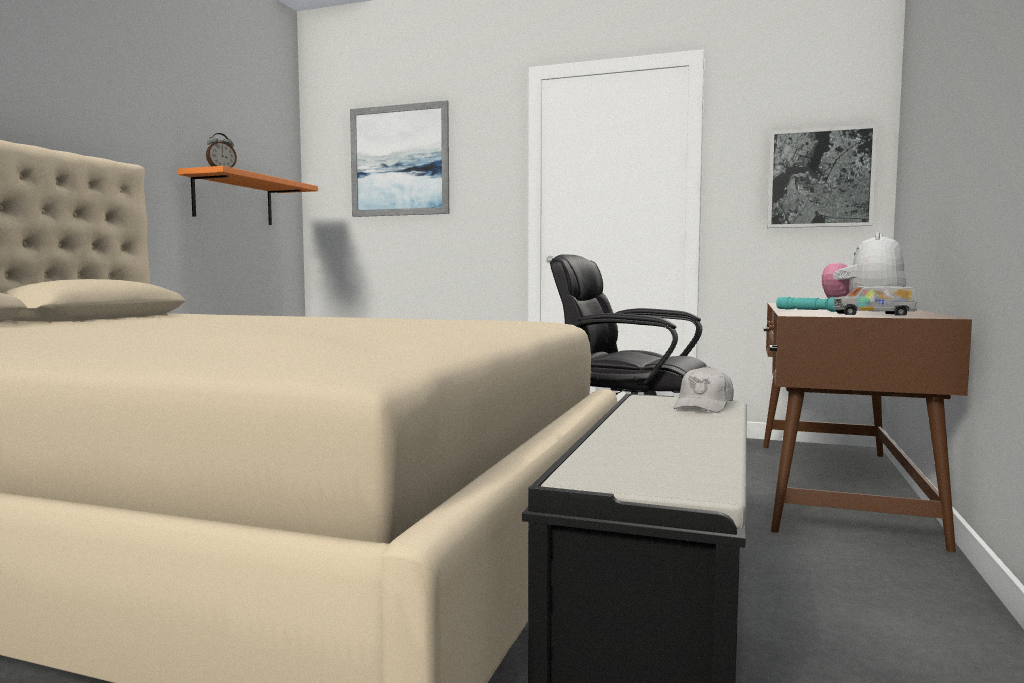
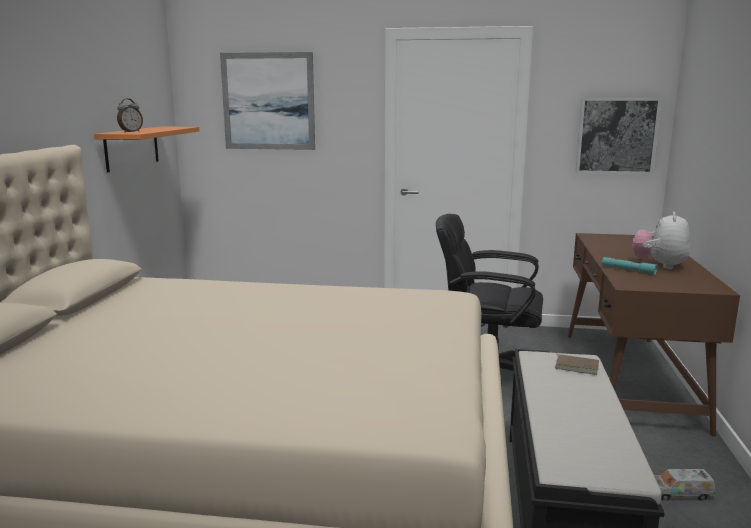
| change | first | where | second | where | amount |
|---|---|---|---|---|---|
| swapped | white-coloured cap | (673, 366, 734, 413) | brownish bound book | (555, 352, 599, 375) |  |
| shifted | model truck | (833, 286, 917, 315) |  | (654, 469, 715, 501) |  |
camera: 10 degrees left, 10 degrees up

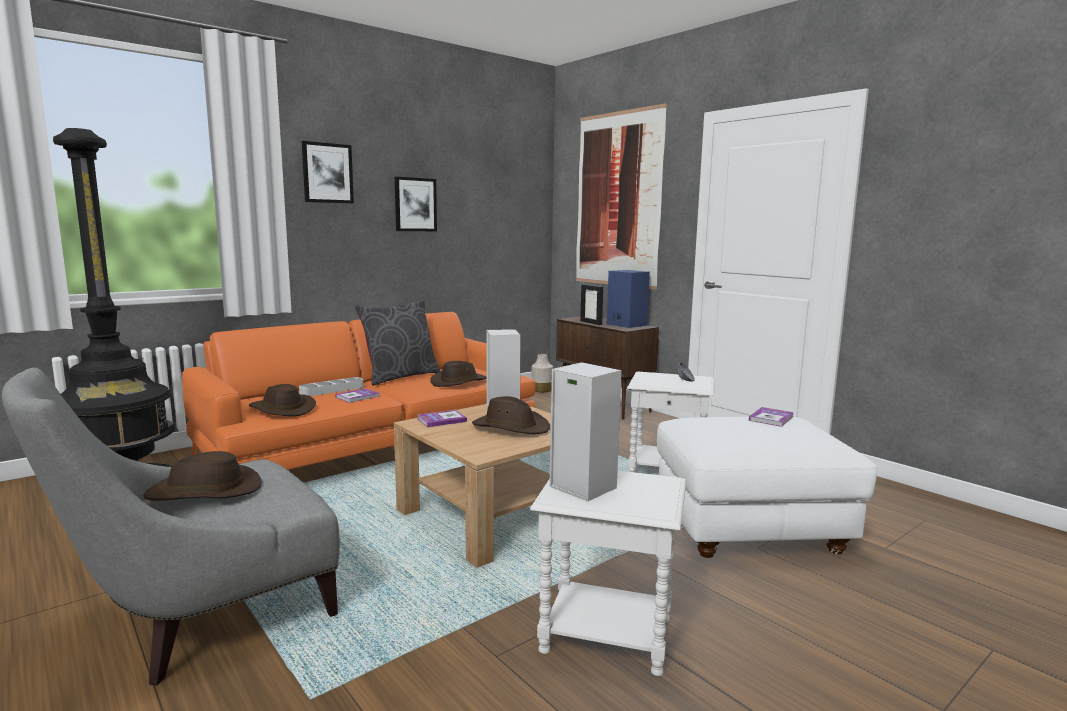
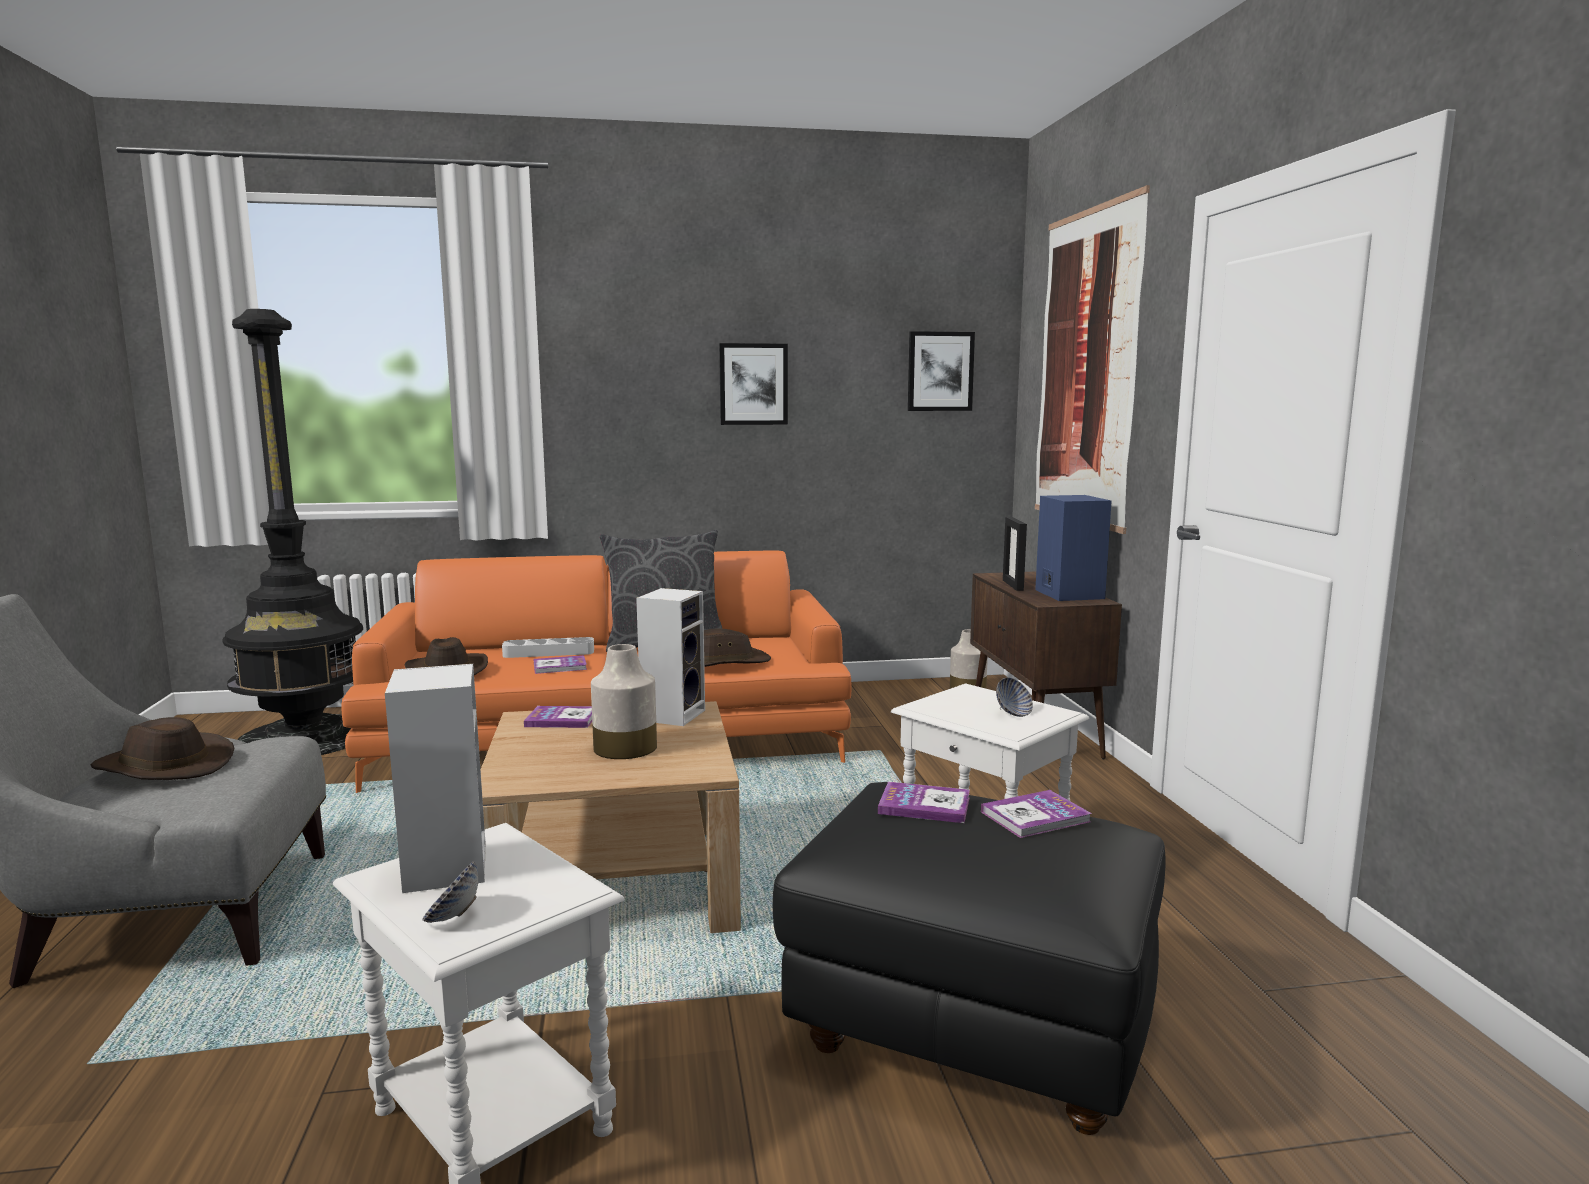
| change | first | where | second | where | amount |
|---|---|---|---|---|---|
| new |  |  | deep dish | (422, 861, 478, 923) |  |
| swapped | brownish hat | (472, 396, 550, 434) | beige-coloured flower vase | (591, 644, 657, 759) |  |
| repainted | white-coloured pouffe | (657, 417, 877, 558) | blackish pouffe | (773, 782, 1166, 1135) |  |
| new |  |  | bound book | (878, 782, 970, 823) |  |
| shifted | wall art | (302, 141, 354, 204) |  | (908, 331, 975, 411) |  |
camera: 30 degrees right, 0 degrees up

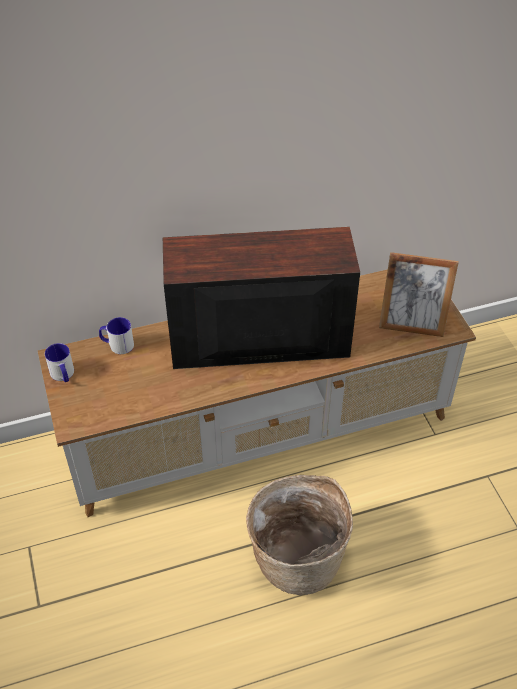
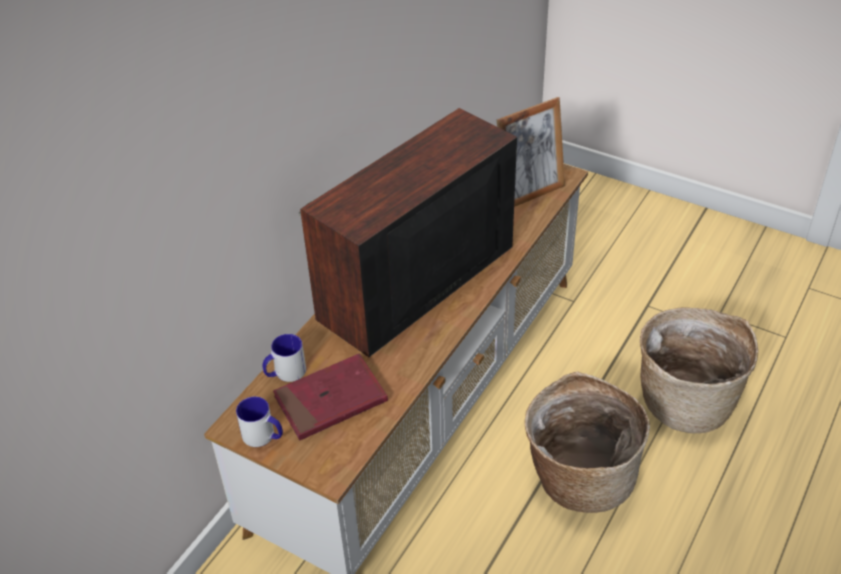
| change | first | where | second | where | amount |
|---|---|---|---|---|---|
| new |  |  | reddish bound book | (273, 354, 388, 440) |  |
| new |  |  | basket | (640, 308, 758, 433) |  |
camera: 40 degrees left, 5 degrees down

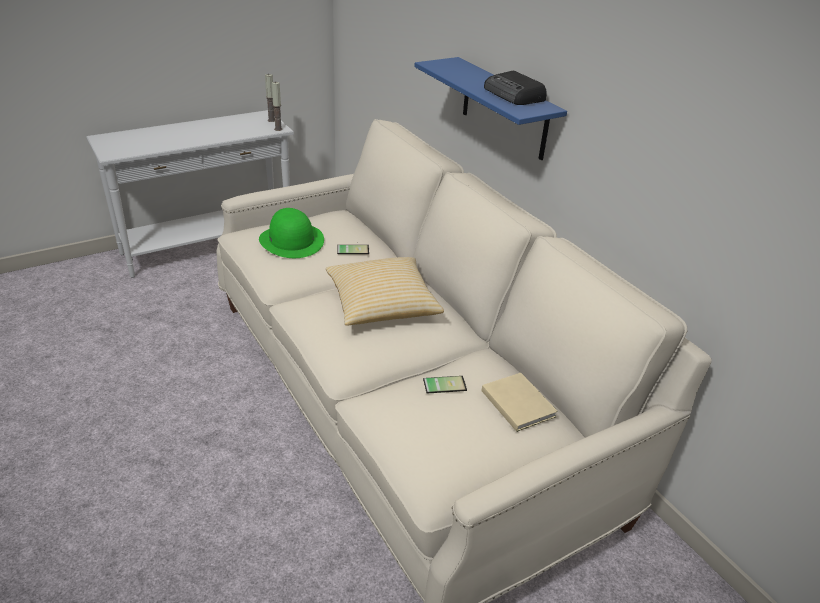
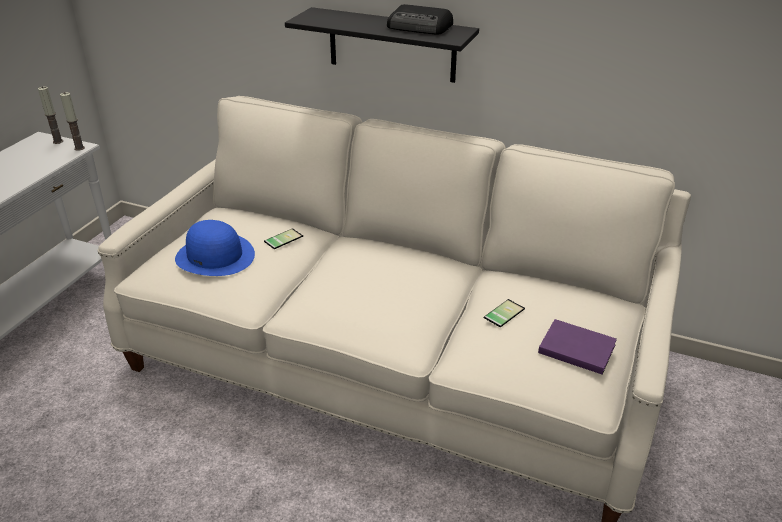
| change | first | where | second | where | amount |
|---|---|---|---|---|---|
| repainted | green-coloured hat | (259, 208, 324, 258) | bluish hat | (175, 220, 255, 276) |  |
| repainted | bluish bracket shelf | (414, 57, 567, 160) | blackish bracket shelf | (285, 7, 479, 83) |  |
| new |  |  | purplish bound book | (538, 319, 617, 375) |  |
| gone | throw pillow | (326, 257, 444, 326) |  |  |  |
| gone | beige-coloured bound book | (482, 373, 558, 432) |  |  |  |
camera: 35 degrees left, 0 degrees up

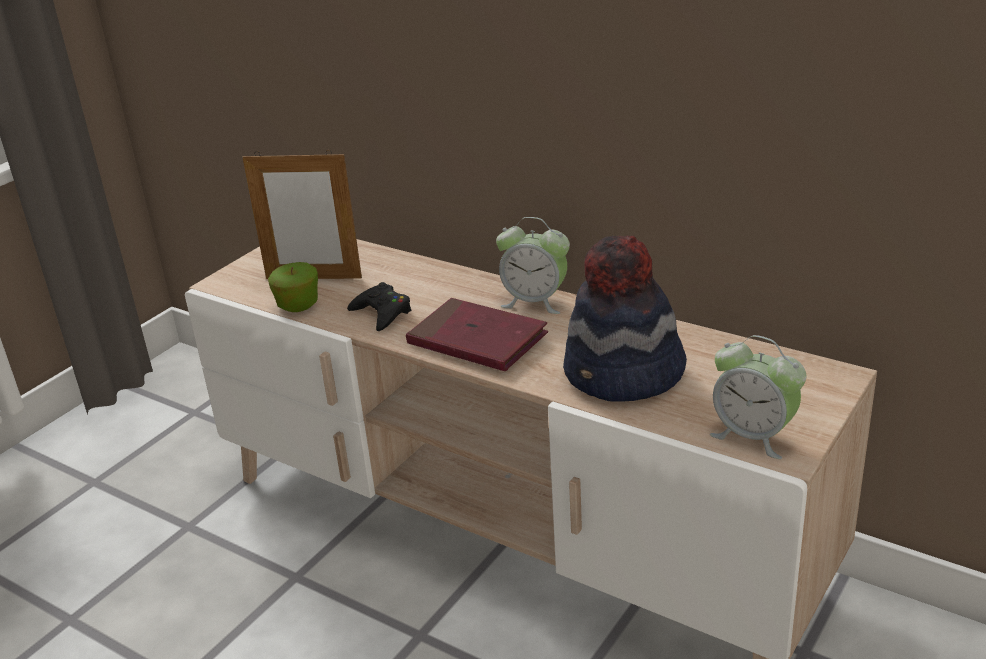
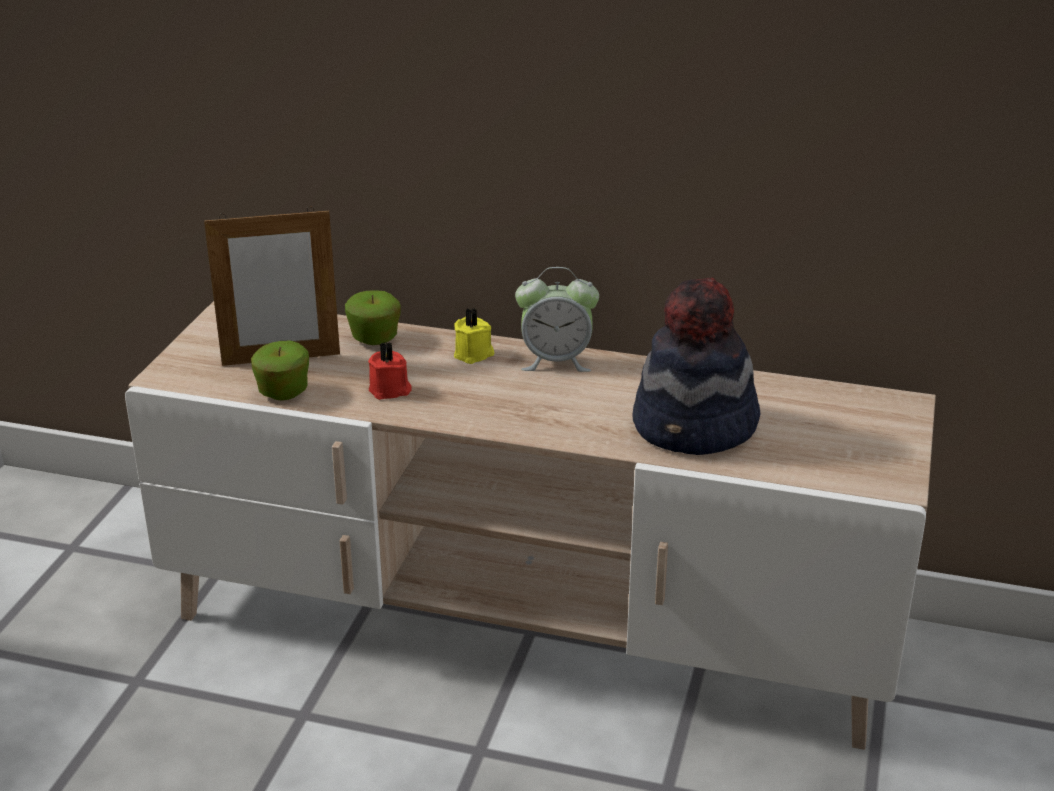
| change | first | where | second | where | amount |
|---|---|---|---|---|---|
| new |  |  | apple | (345, 290, 401, 345) |  |
| swapped | blackish gamepad | (347, 282, 411, 331) | reddish wax light | (368, 342, 412, 400) |  |
| new |  |  | yellow wax light | (454, 308, 494, 364) |  |
| gone | reddish bound book | (406, 298, 548, 371) |  |  |  |
| gone | alarm clock | (710, 335, 806, 459) |  |  |  |
camera: 20 degrees left, 0 degrees up

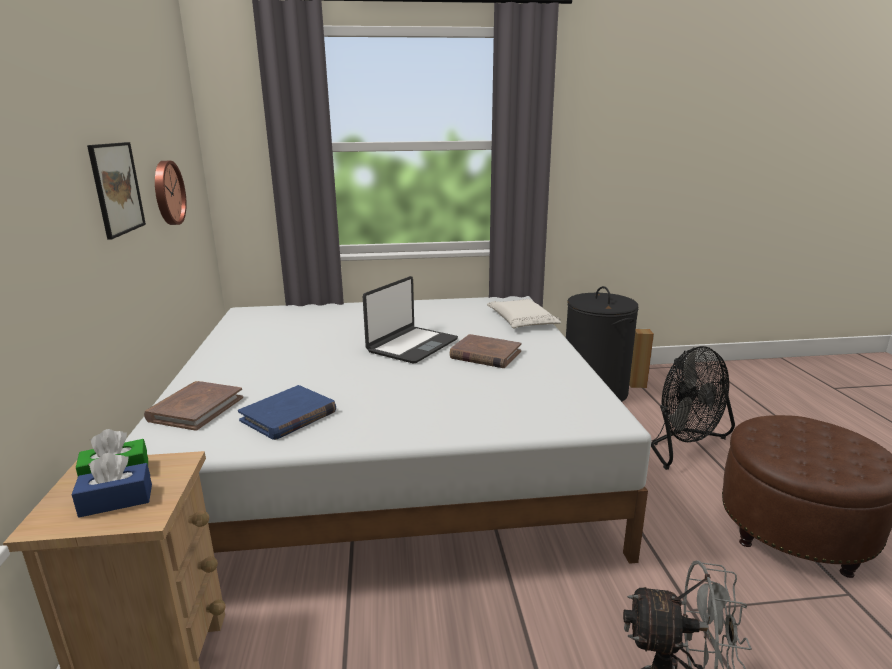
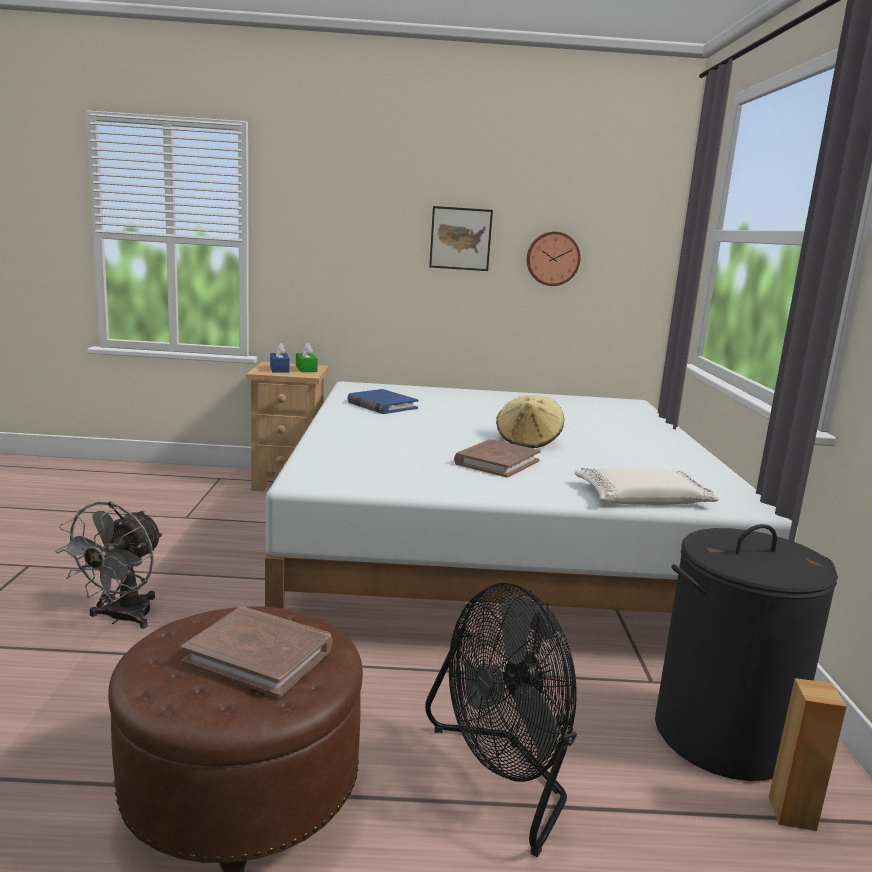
| change | first | where | second | where | amount |
|---|---|---|---|---|---|
| shifted | brownish bound book | (144, 381, 243, 431) |  | (181, 606, 332, 698) |  |
| swapped | notebook computer | (363, 276, 458, 363) | beige-coloured hat | (496, 395, 564, 448) |  |
camera: 95 degrees right, 5 degrees down

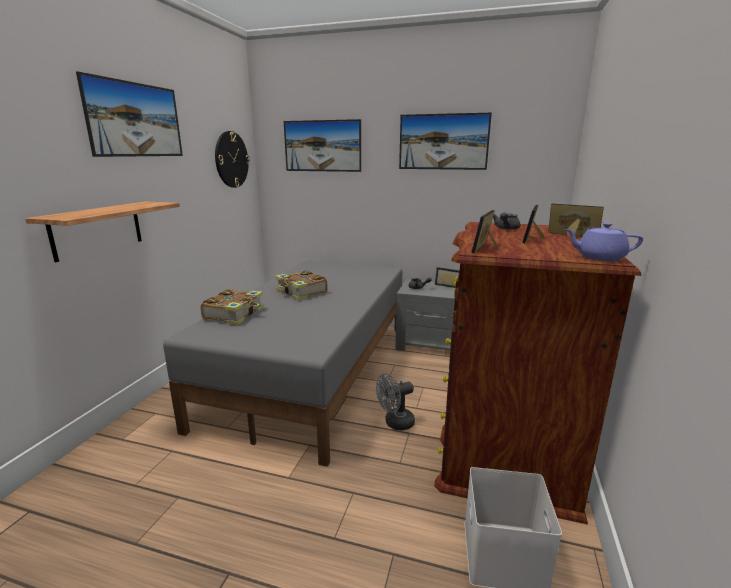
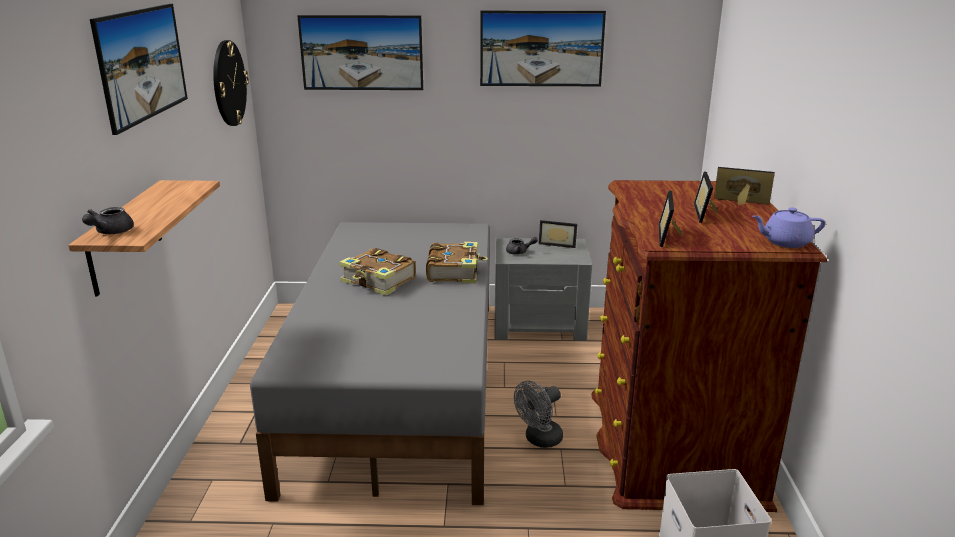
| change | first | where | second | where | amount |
|---|---|---|---|---|---|
| shifted | gray teapot | (493, 212, 521, 230) |  | (82, 207, 134, 234) |  |
| shifted | bound book | (201, 289, 264, 325) |  | (426, 242, 488, 284) |  |
camera: 15 degrees left, 5 degrees up

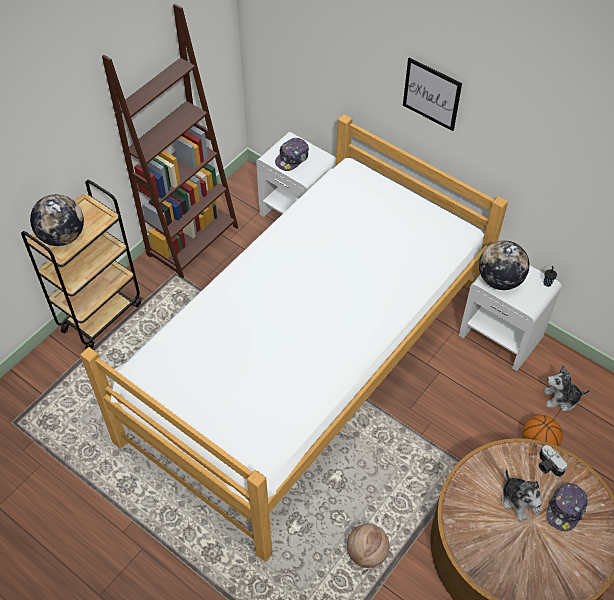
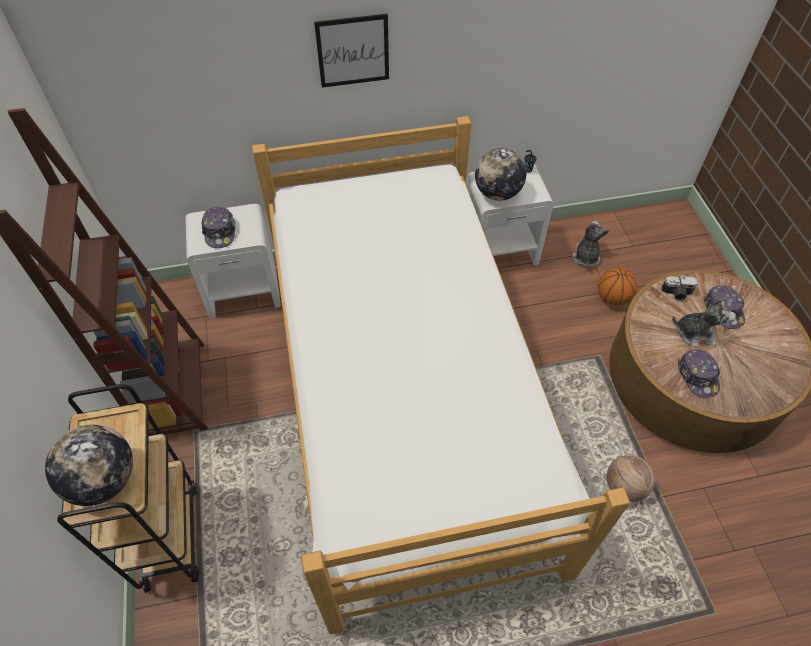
| change | first | where | second | where | amount |
|---|---|---|---|---|---|
| rotated | cuddly toy | (544, 365, 590, 411) |  | (572, 221, 610, 267) | 150 degrees clockwise |
| new |  |  | cap | (678, 349, 720, 398) |  |
camera: 50 degrees left, 0 degrees up

